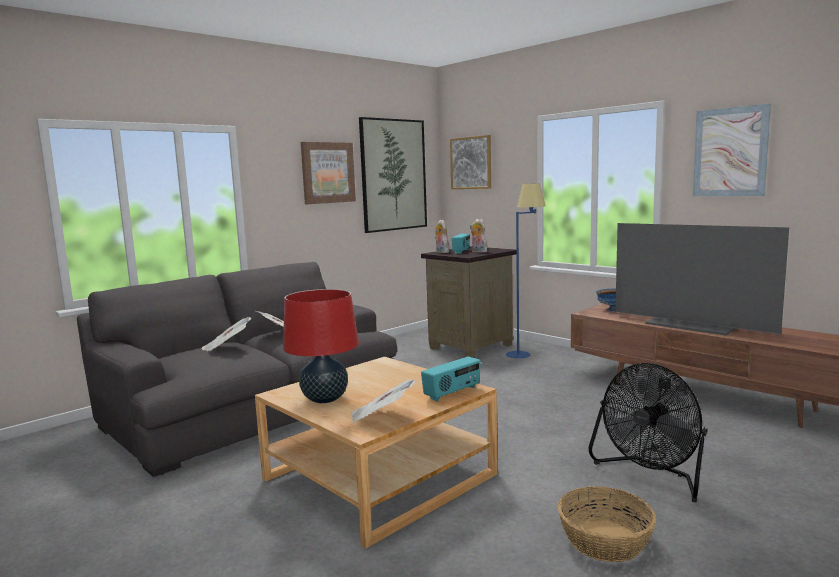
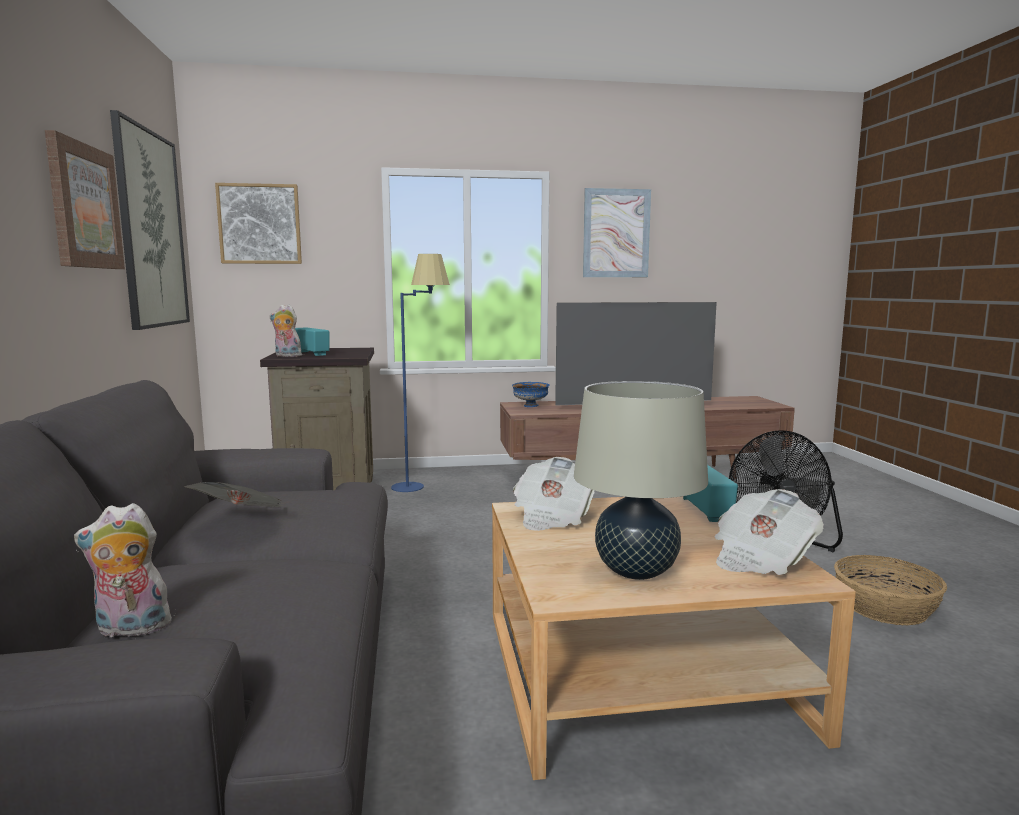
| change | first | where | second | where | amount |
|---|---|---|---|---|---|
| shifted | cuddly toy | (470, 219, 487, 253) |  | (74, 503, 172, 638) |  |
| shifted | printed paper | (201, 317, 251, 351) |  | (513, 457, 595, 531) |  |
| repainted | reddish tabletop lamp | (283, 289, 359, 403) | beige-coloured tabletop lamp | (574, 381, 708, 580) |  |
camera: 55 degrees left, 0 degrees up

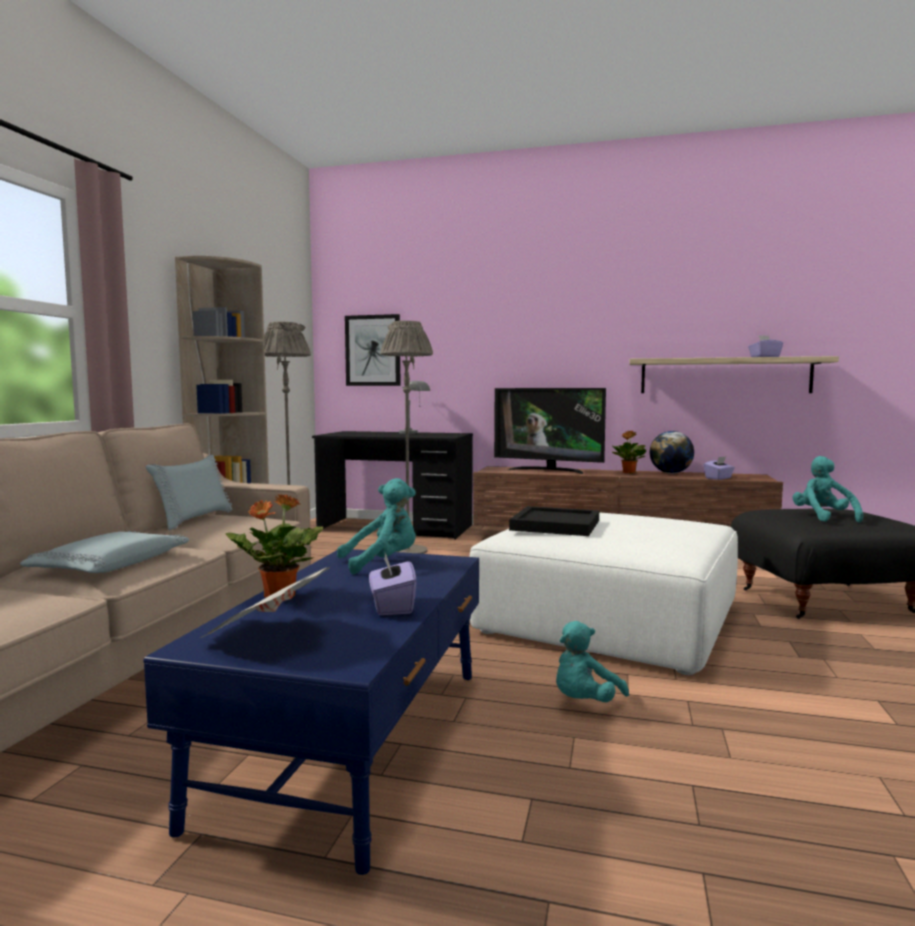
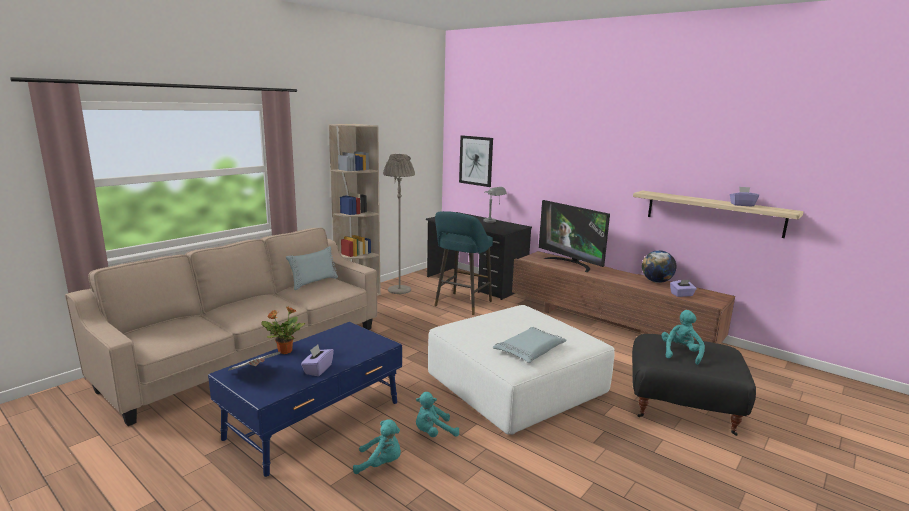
| change | first | where | second | where | amount |
|---|---|---|---|---|---|
| shifted | blue-green cuddly toy | (337, 478, 416, 574) |  | (353, 419, 401, 474) |  |
| swapped | gray standard lamp | (380, 320, 433, 554) | blue-green sitting stool | (434, 211, 493, 315) |  |
| shifted | bluish throw pillow | (20, 531, 190, 573) |  | (493, 327, 566, 363) |  |
| gone | blackish serving tray | (509, 506, 599, 536) |  |  |  |
| gone | potted plant | (612, 431, 646, 473) |  |  |  |
camera: 25 degrees right, 10 degrees up

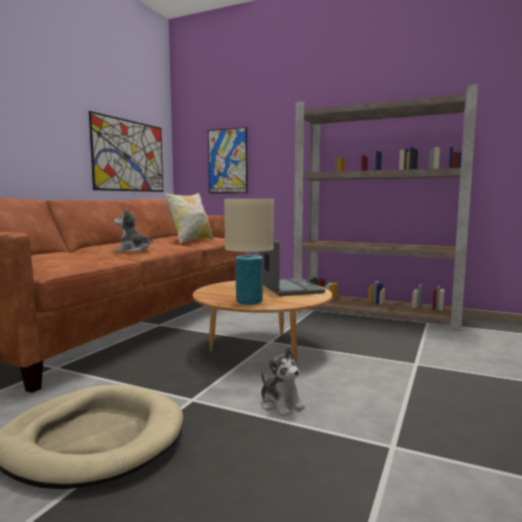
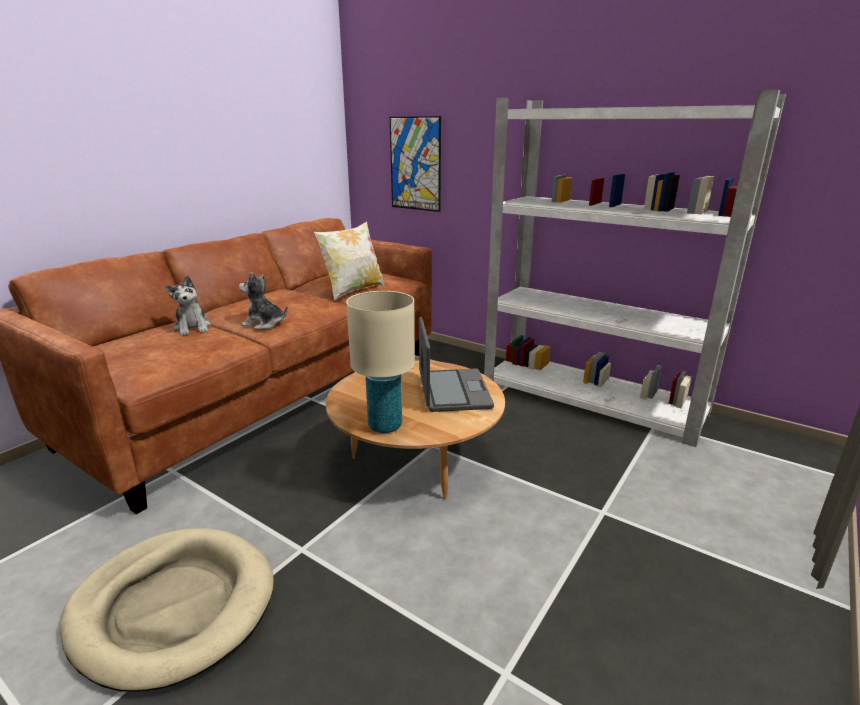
| change | first | where | second | where | amount |
|---|---|---|---|---|---|
| shifted | cuddly toy | (261, 347, 305, 417) |  | (165, 276, 211, 336) |  |
| repainted | brownish bookcase | (294, 84, 478, 331) | white-coloured bookcase | (484, 89, 786, 447) |  |
| gone | wall art | (89, 111, 163, 192) |  |  |  |
camera: 10 degrees right, 15 degrees up

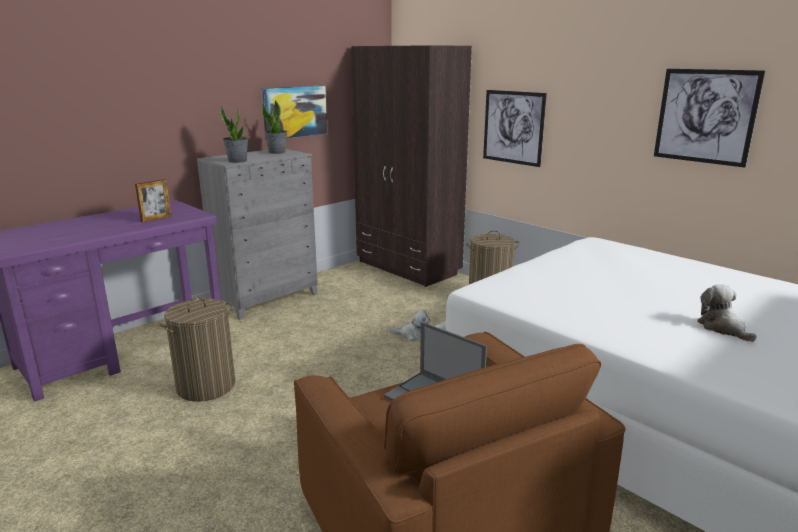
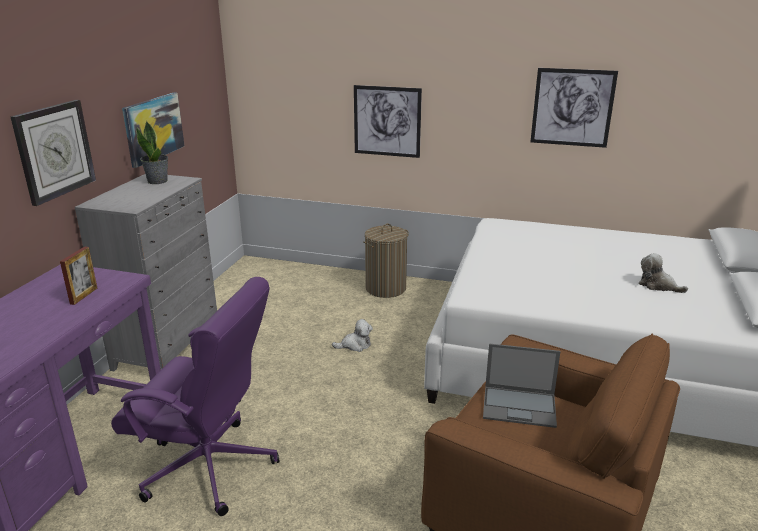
| change | first | where | second | where | amount |
|---|---|---|---|---|---|
| new |  |  | hanging clock | (11, 100, 96, 206) |  |
| swapped | laundry basket | (159, 296, 235, 402) | purplish computer chair | (111, 277, 280, 516) |  |
| gone | potted plant | (220, 106, 248, 163) |  |  |  |
| gone | brownish armoire | (351, 45, 472, 287) |  |  |  |
camera: 30 degrees left, 5 degrees up

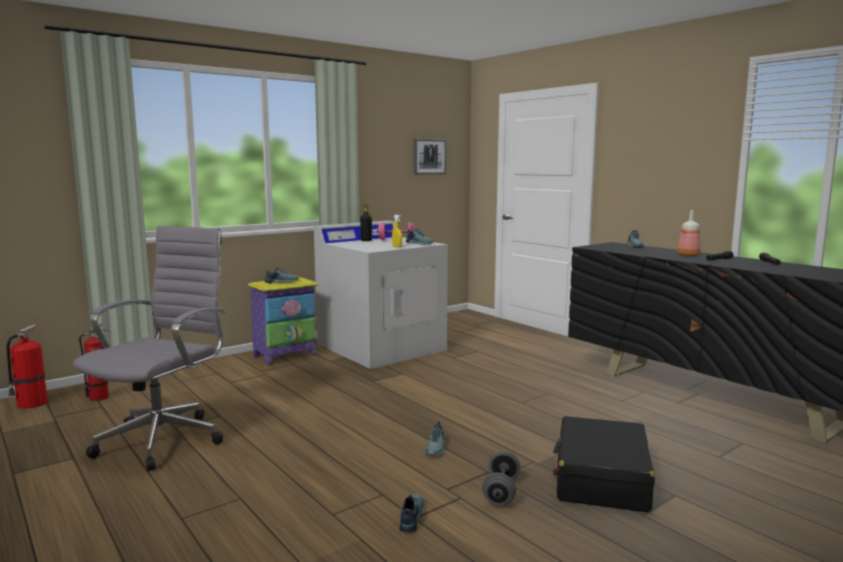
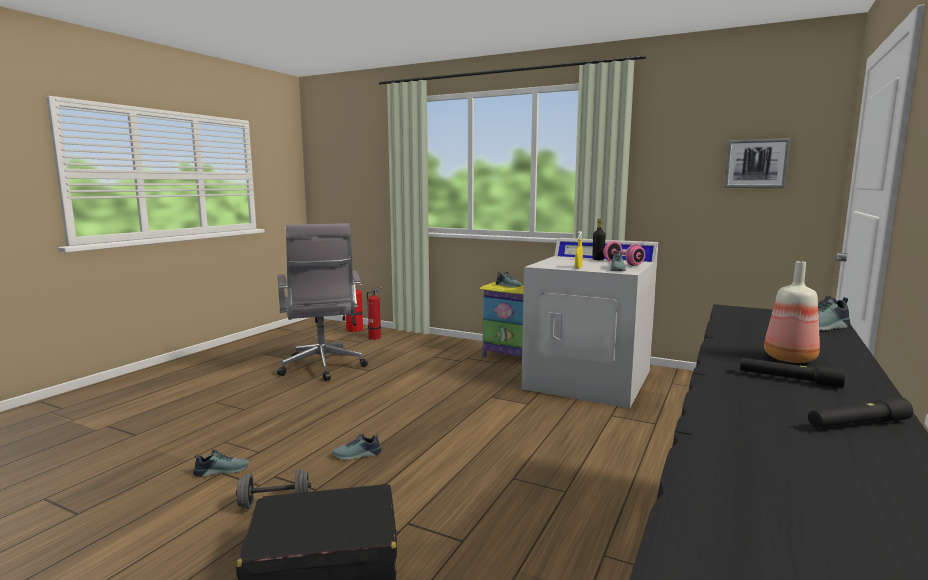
| change | first | where | second | where | amount |
|---|---|---|---|---|---|
| rotated | gray computer chair | (73, 226, 227, 471) |  | (277, 223, 368, 381) | 75 degrees clockwise |
camera: 65 degrees right, 0 degrees up

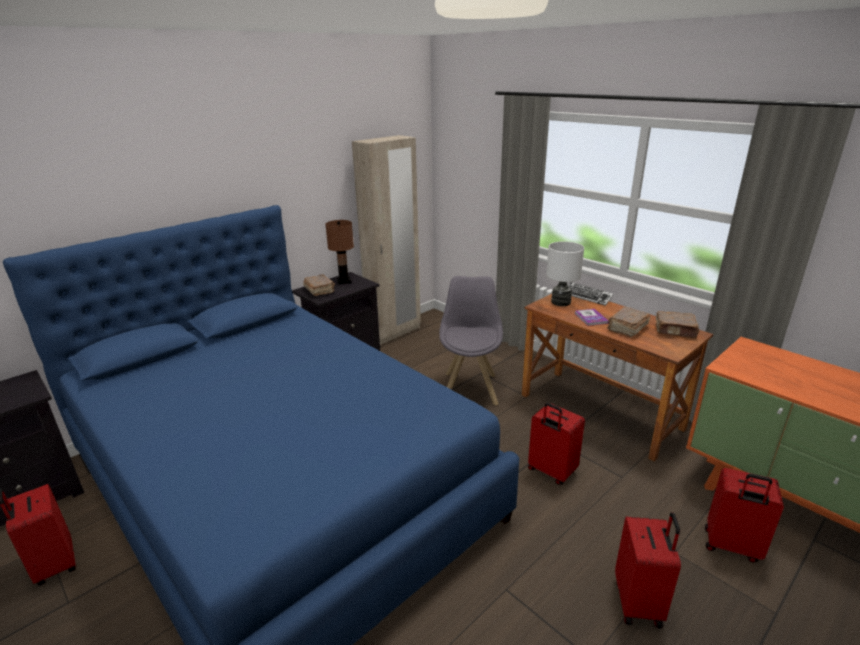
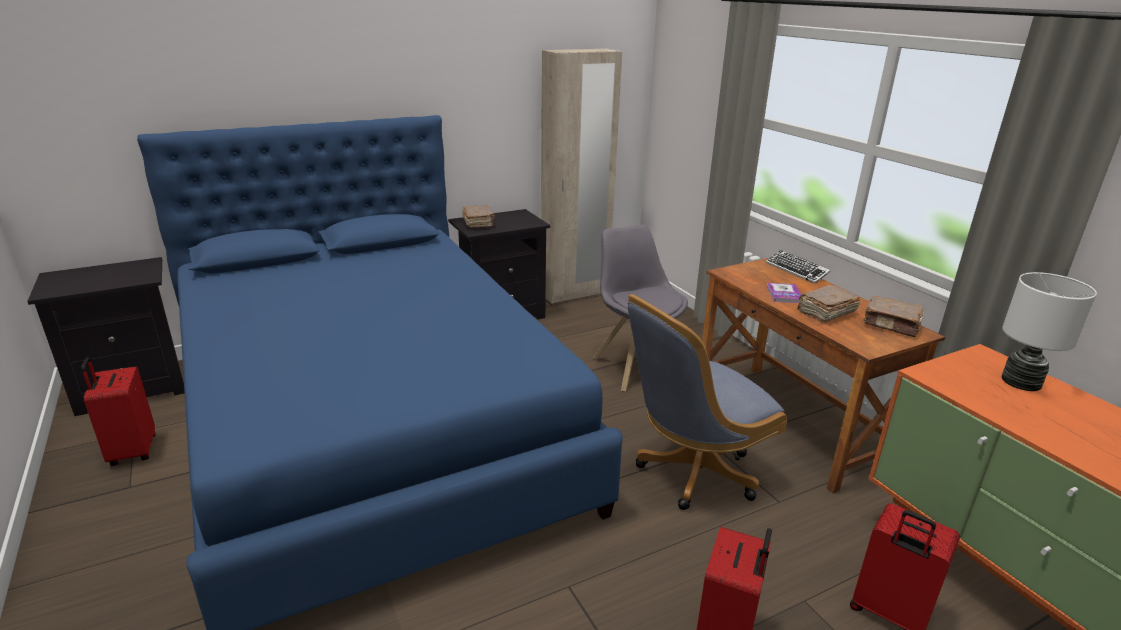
| change | first | where | second | where | amount |
|---|---|---|---|---|---|
| rotated | gray upright chair | (439, 276, 503, 406) |  | (592, 224, 688, 392) | 45 degrees counterclockwise |
| swapped | reddish travel case | (528, 403, 585, 485) | bluish computer chair | (628, 294, 787, 510) |  |
| shifted | white-coloured tabletop lamp | (546, 241, 584, 306) |  | (1002, 272, 1097, 391) |  |
| gone | brownish tabletop lamp | (325, 220, 354, 284) |  |  |  |
camera: 15 degrees right, 0 degrees up

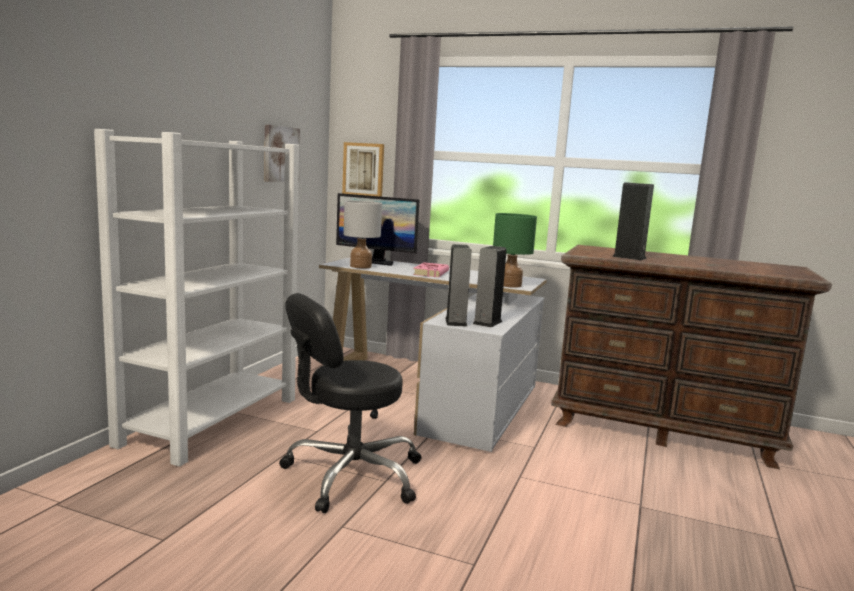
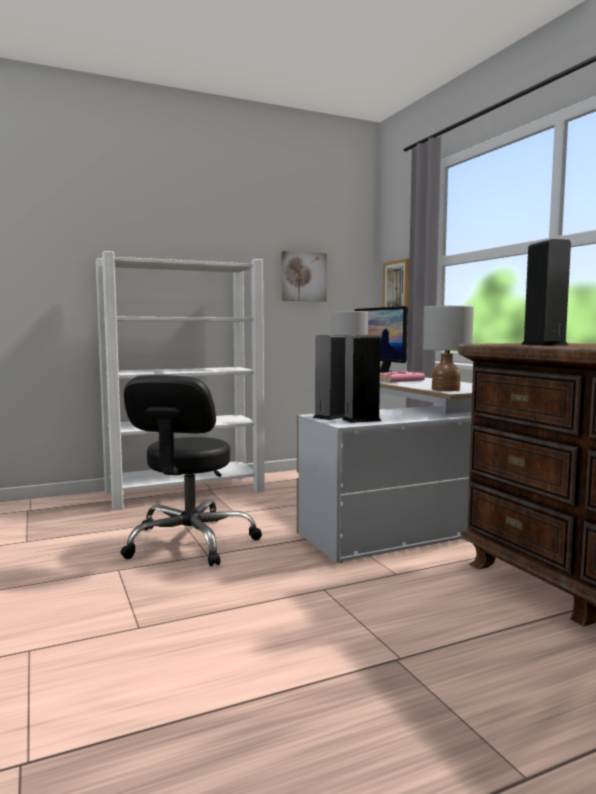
| change | first | where | second | where | amount |
|---|---|---|---|---|---|
| rotated | blackish computer chair | (279, 293, 421, 513) |  | (120, 375, 262, 566) | 90 degrees counterclockwise |
| repainted | green-coloured tabletop lamp | (493, 213, 537, 288) | gray tabletop lamp | (423, 306, 474, 391) |  |
camera: 45 degrees right, 5 degrees down

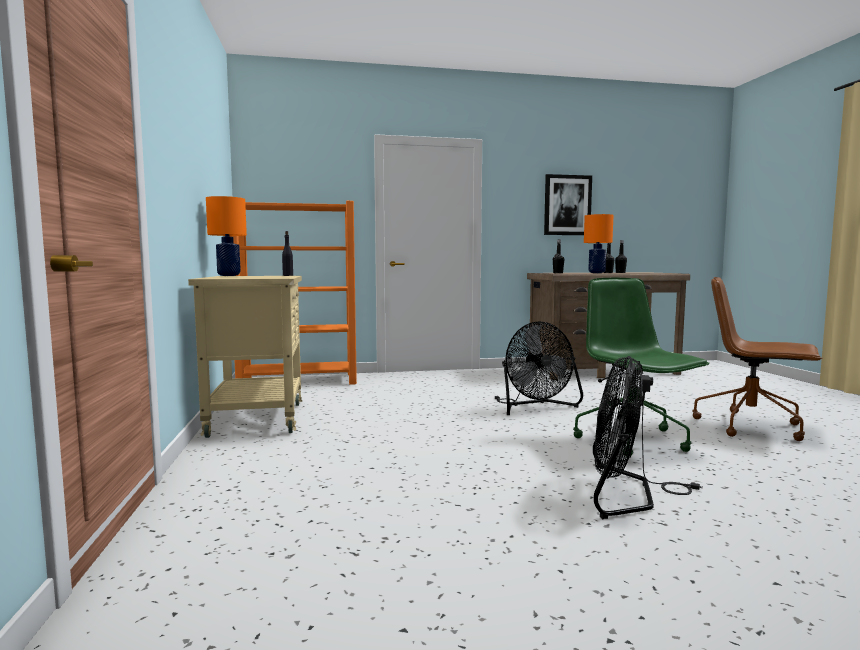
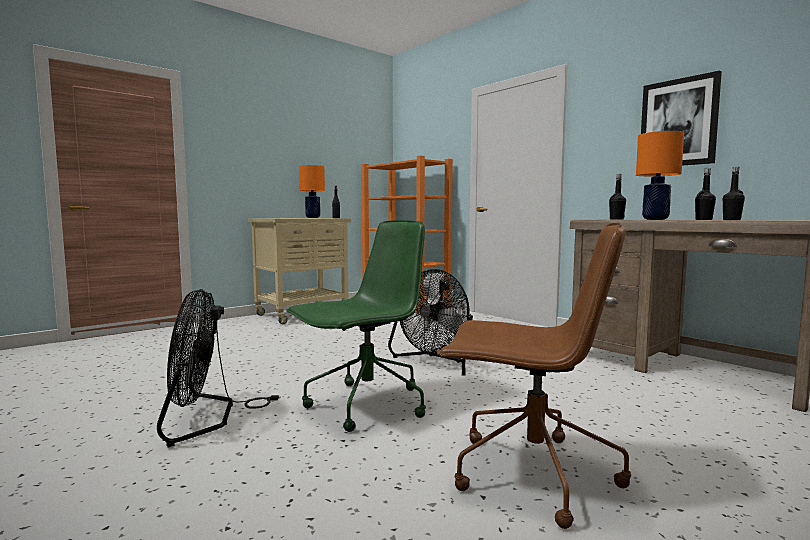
| change | first | where | second | where | amount |
|---|---|---|---|---|---|
| rotated | blackish fan | (593, 356, 703, 519) |  | (157, 289, 281, 448) | 90 degrees counterclockwise |
| rotated | brownish computer chair | (693, 277, 823, 441) |  | (437, 223, 631, 529) | 105 degrees clockwise |
camera: 60 degrees right, 0 degrees up

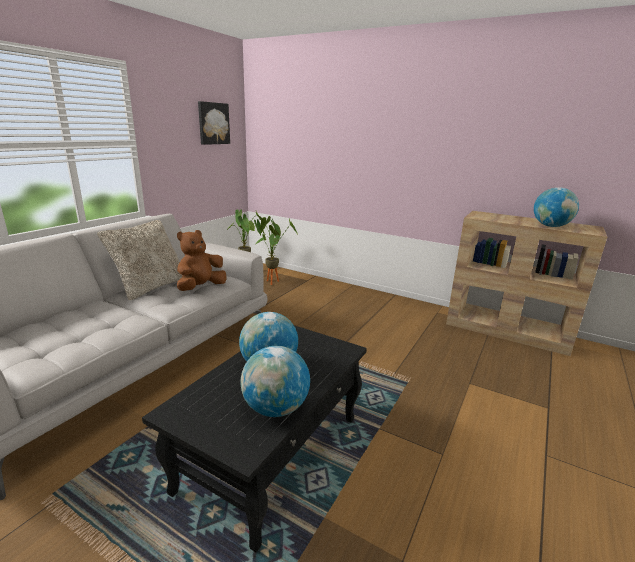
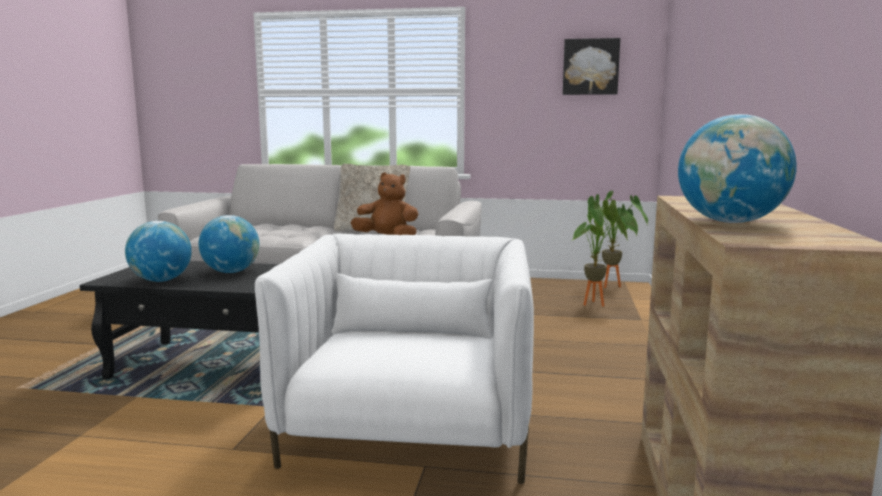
| change | first | where | second | where | amount |
|---|---|---|---|---|---|
| new |  |  | white-coloured easy chair | (255, 234, 534, 484) |  |
camera: 70 degrees right, 10 degrees down

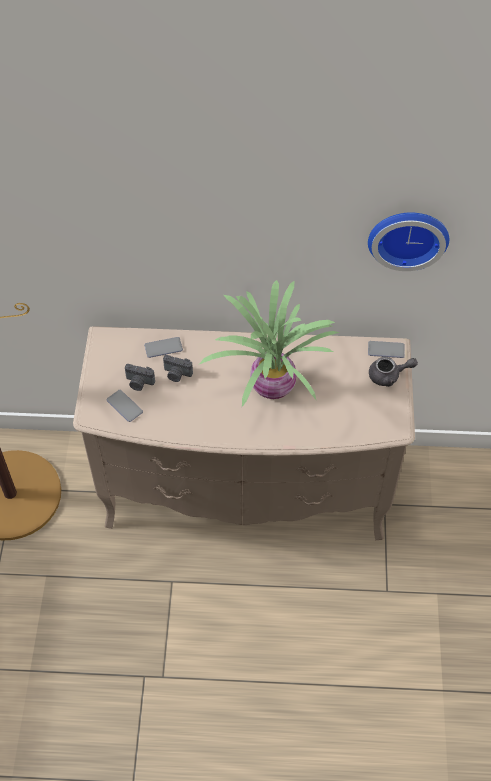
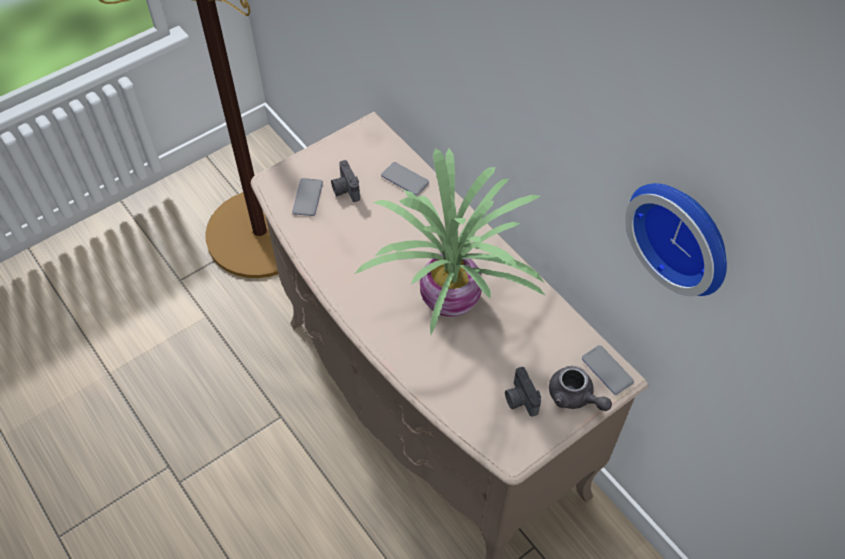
| change | first | where | second | where | amount |
|---|---|---|---|---|---|
| shifted | photo camera | (163, 355, 193, 382) |  | (505, 367, 541, 417) |  |
camera: 50 degrees right, 0 degrees up

